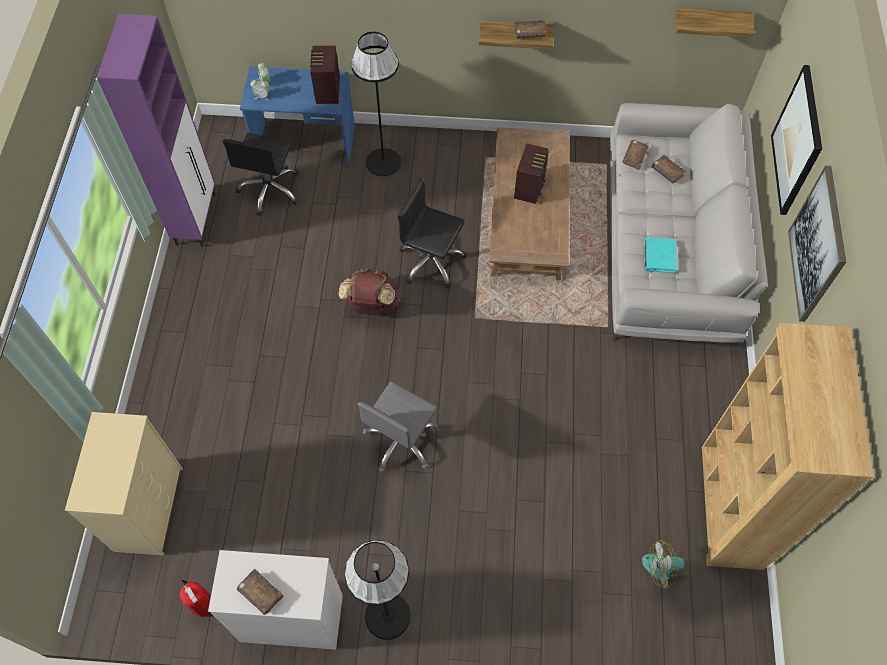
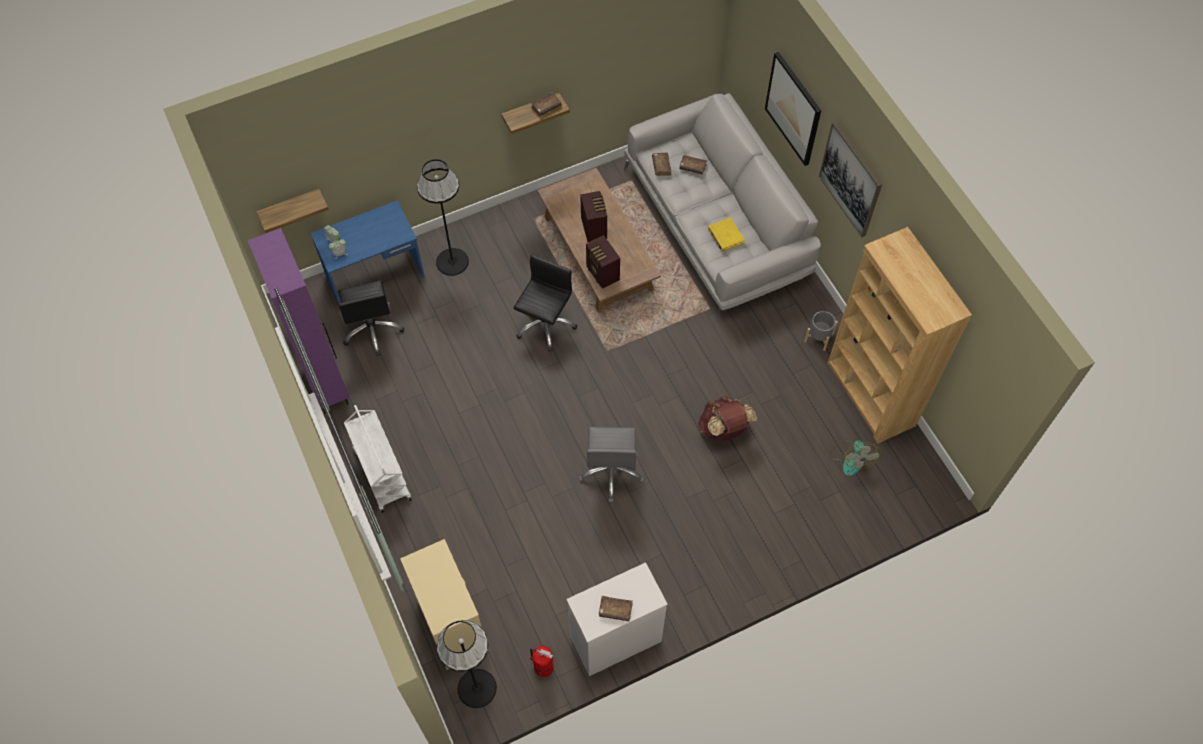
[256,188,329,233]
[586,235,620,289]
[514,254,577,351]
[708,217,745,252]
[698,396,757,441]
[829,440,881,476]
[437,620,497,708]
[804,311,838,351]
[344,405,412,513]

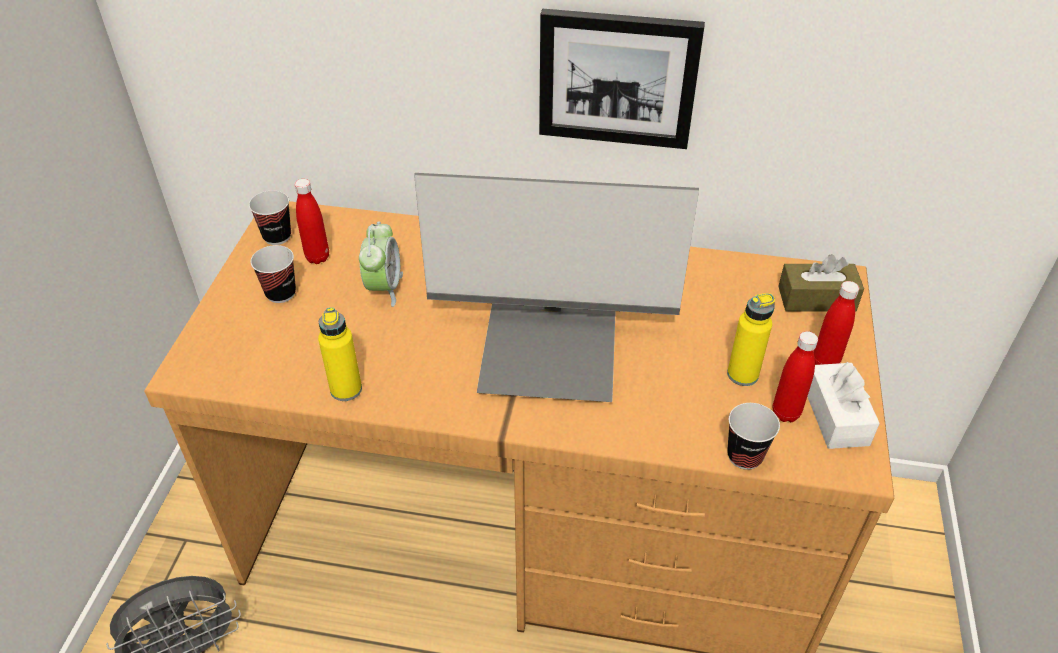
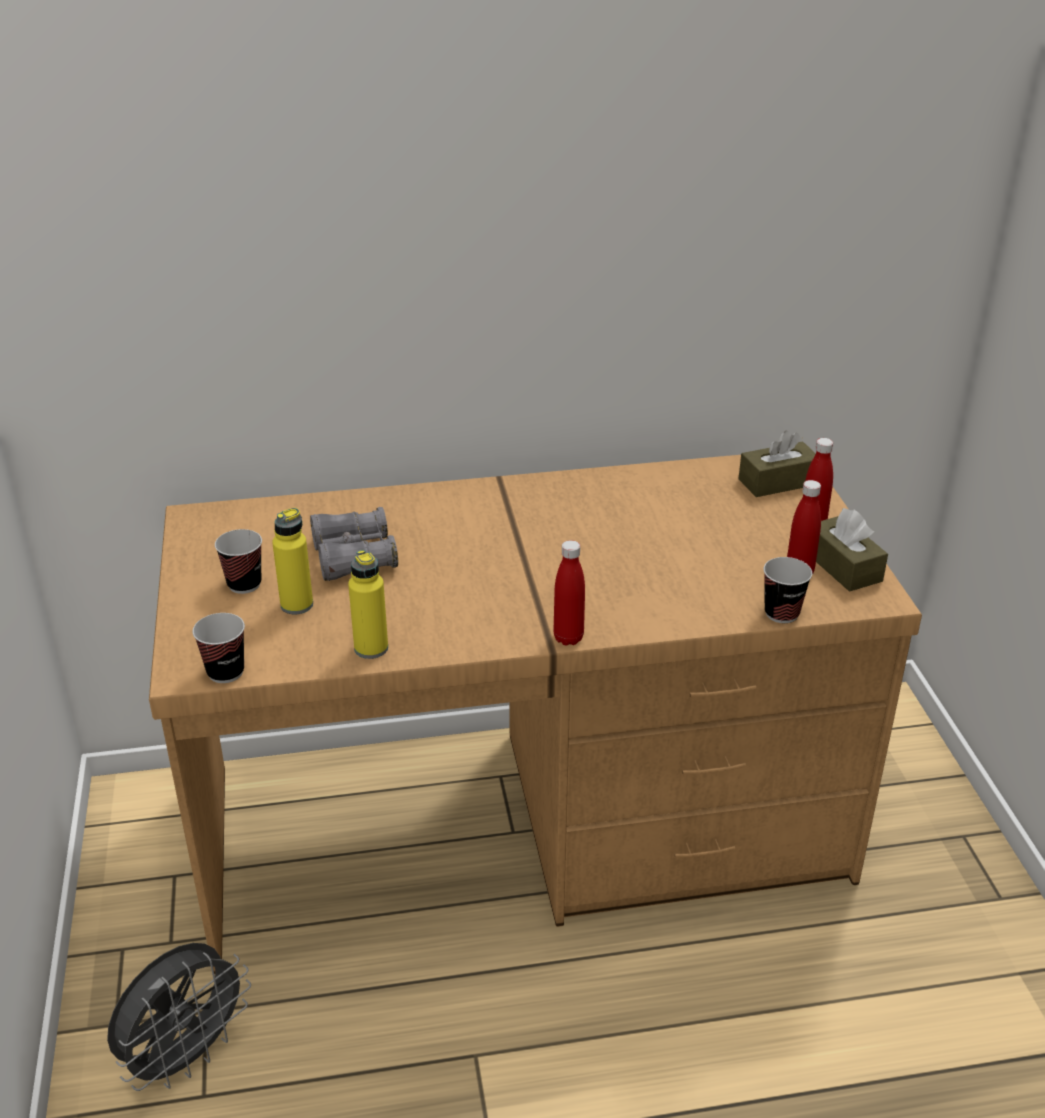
[539,9,705,149] (first image)
[414,173,699,402] (first image)
[554,540,585,645]
[193,613,245,683]
[310,507,398,581]
[272,508,313,614]
[816,508,888,592]

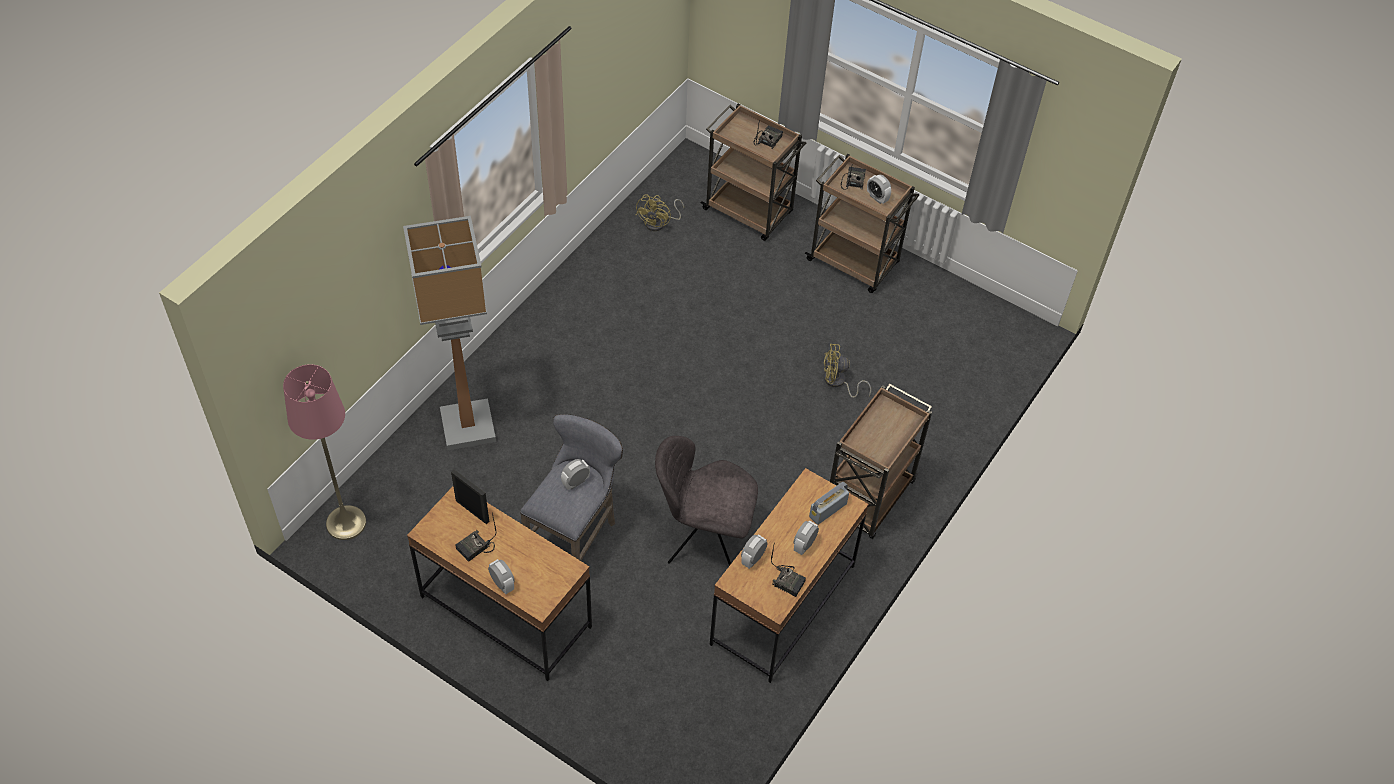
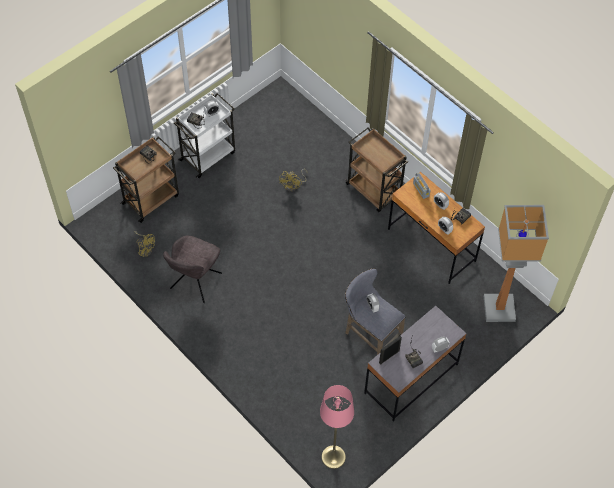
[174,93,235,178]
[484,205,549,322]
[163,235,222,303]
[364,306,467,422]

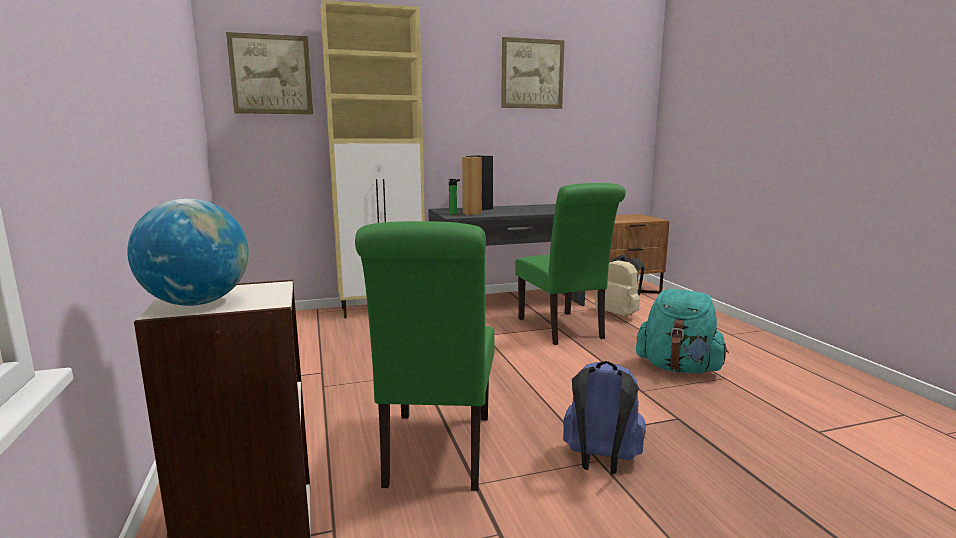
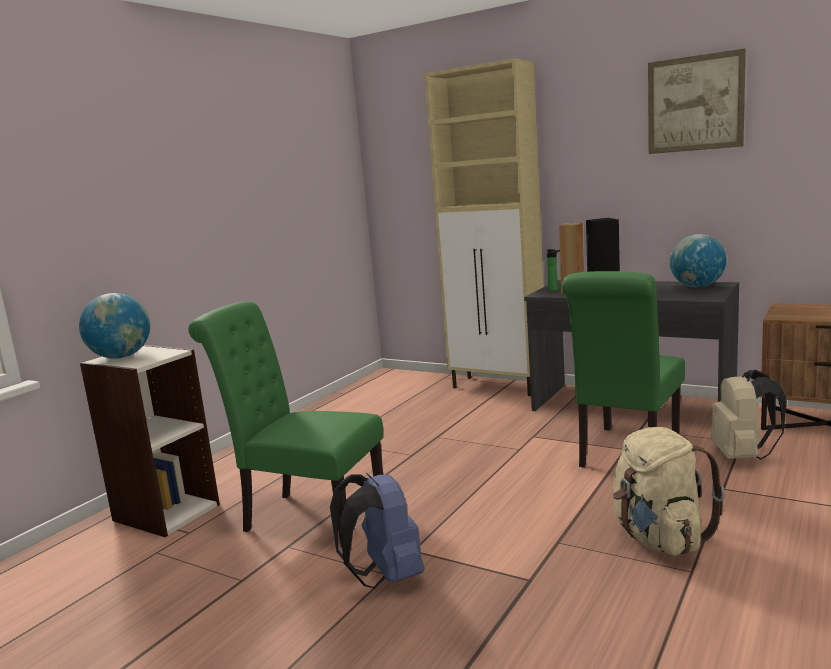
[226,32,313,114] (first image)
[188,301,383,548]
[613,427,725,556]
[670,234,727,287]

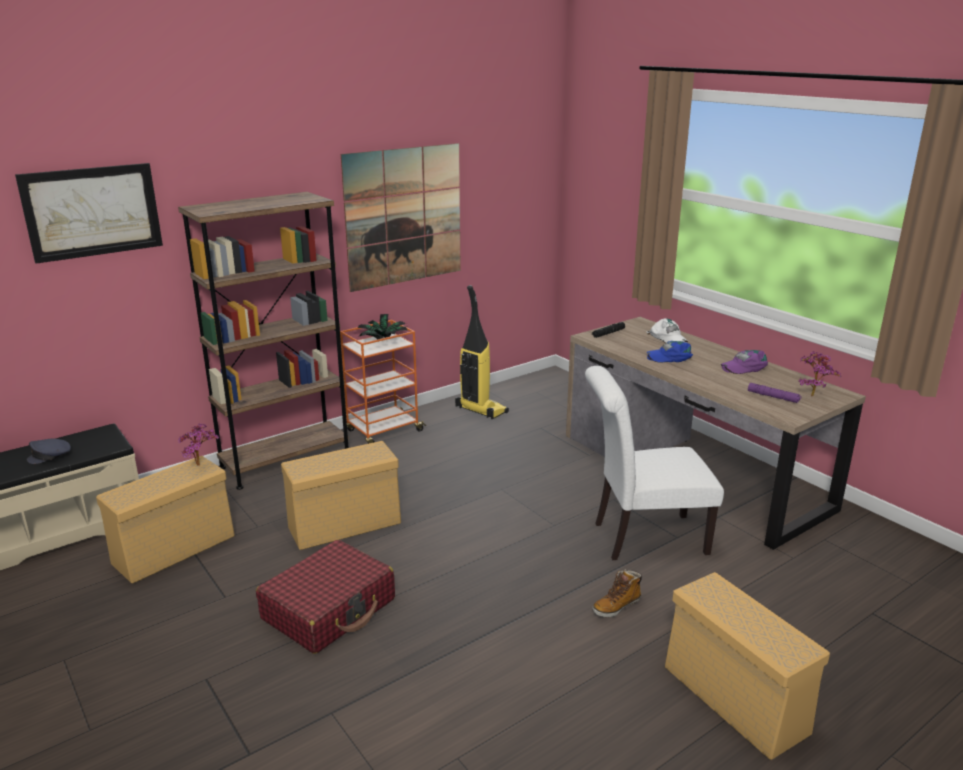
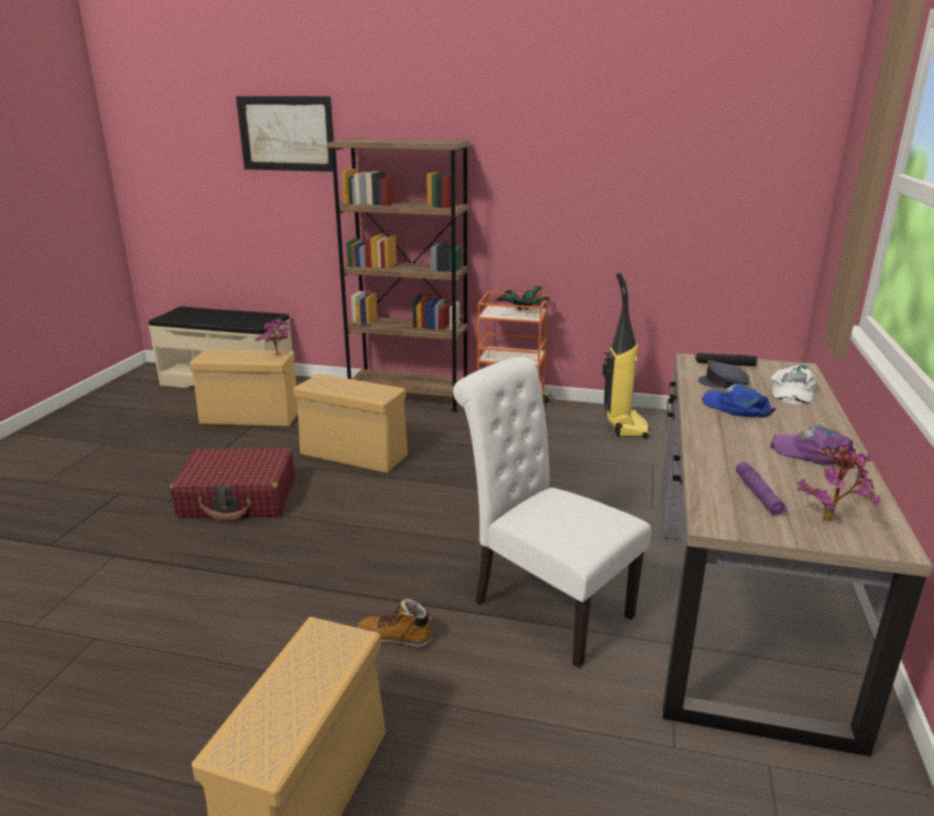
[341,143,461,292] (first image)
[698,360,750,388]

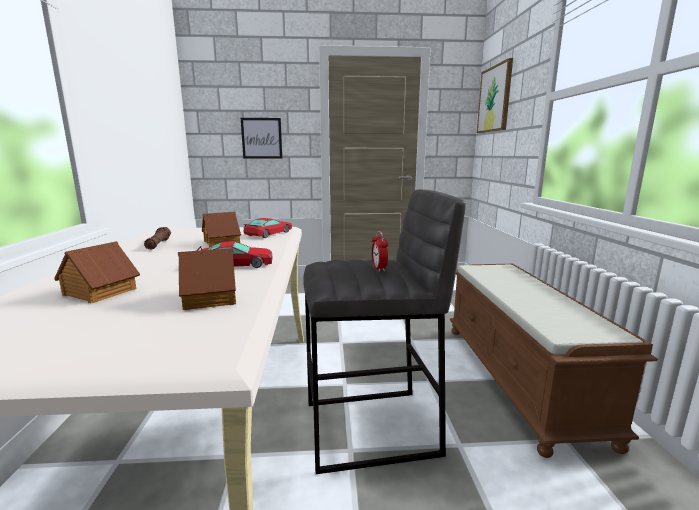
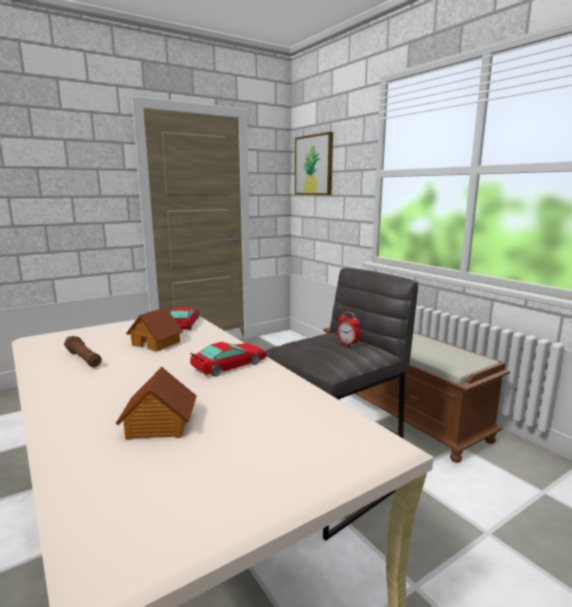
[241,118,282,159] (first image)
[178,248,236,310] (first image)

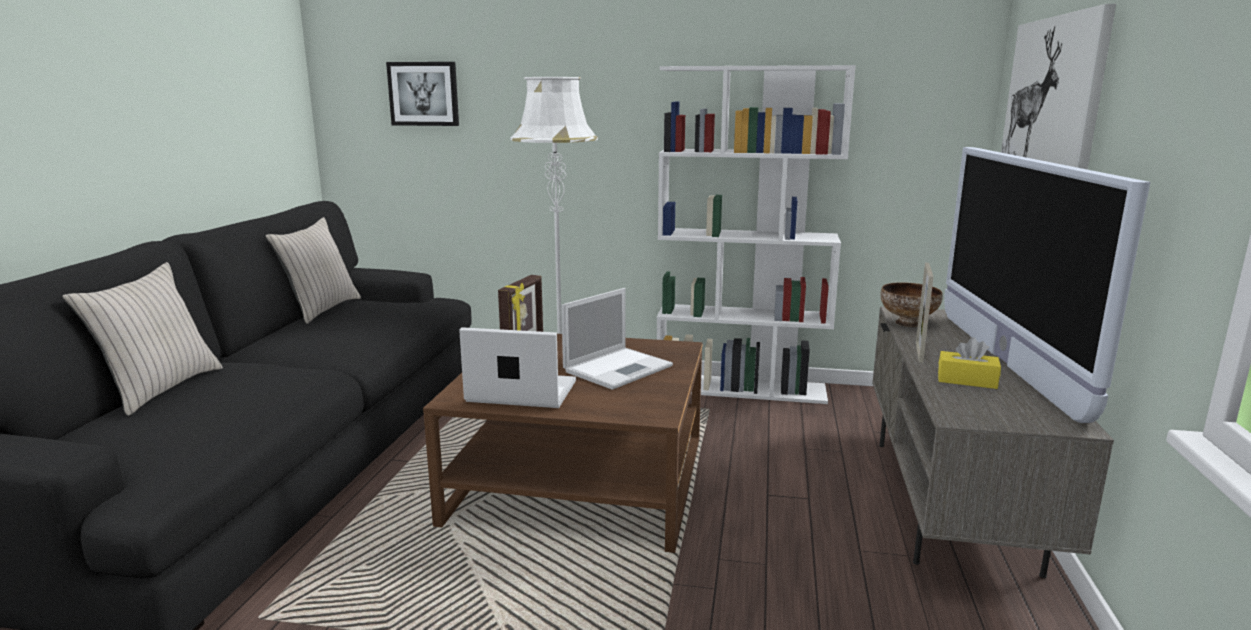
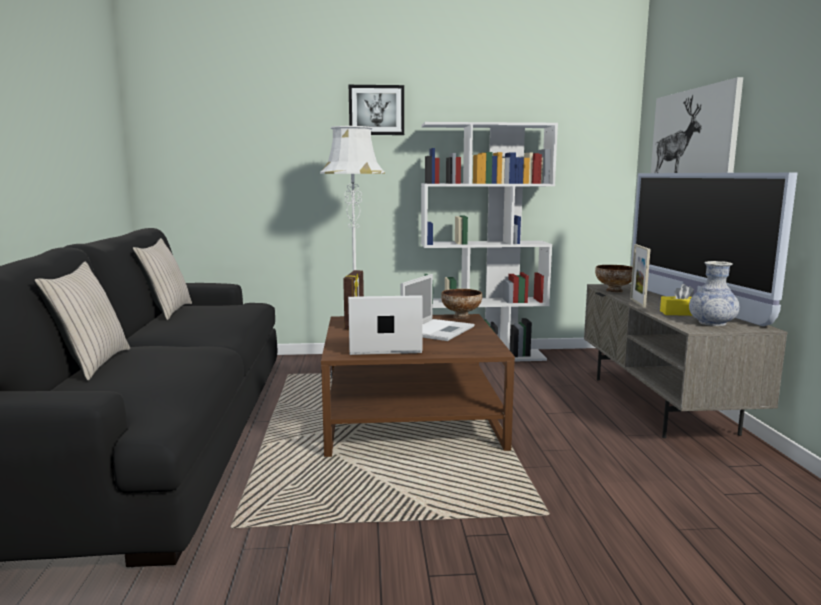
[349,85,404,135]
[689,261,740,326]
[441,289,482,319]

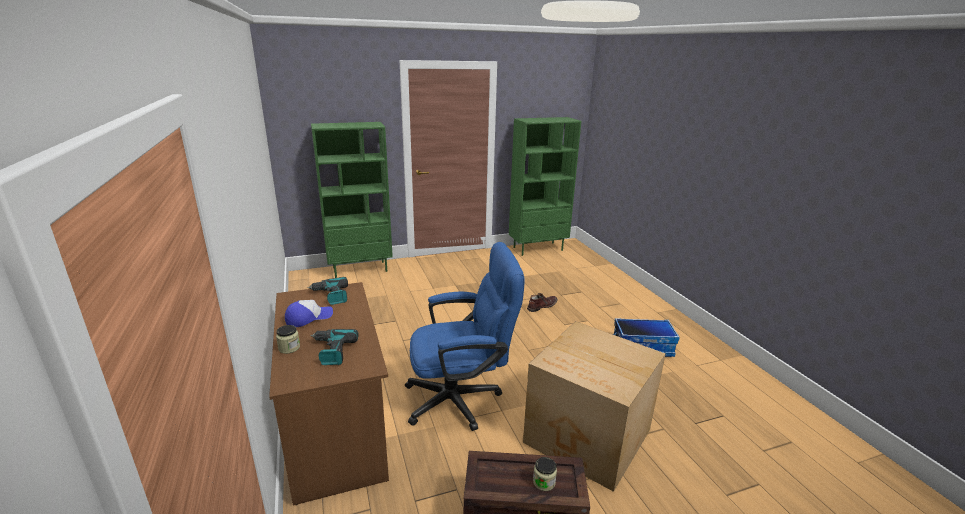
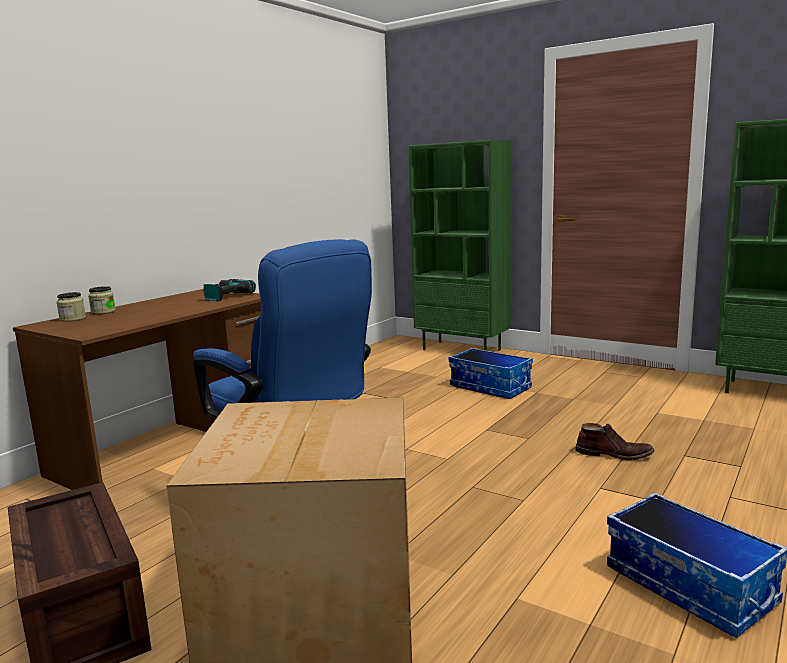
[285,300,333,327] (first image)
[310,329,359,365] (first image)
[57,292,86,322]
[449,348,533,399]

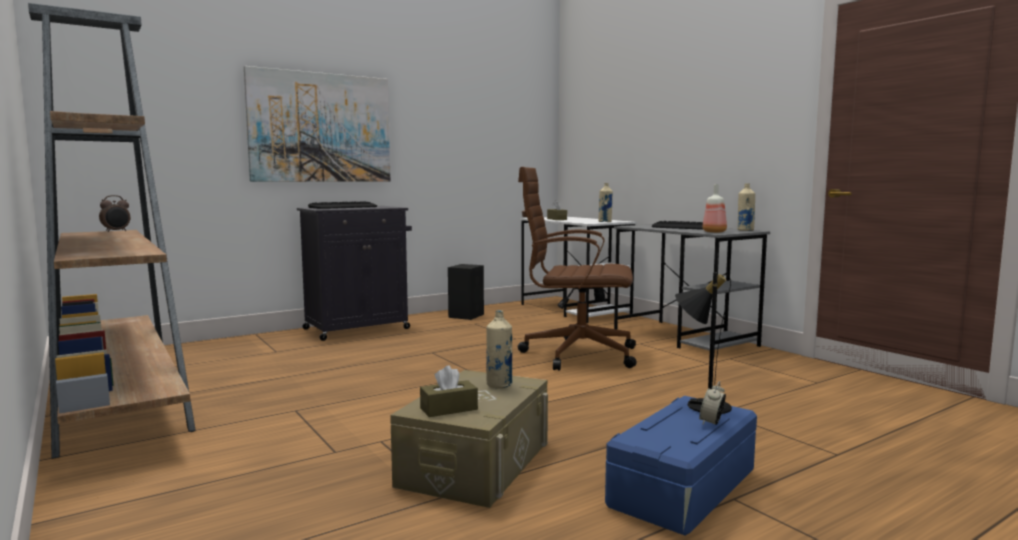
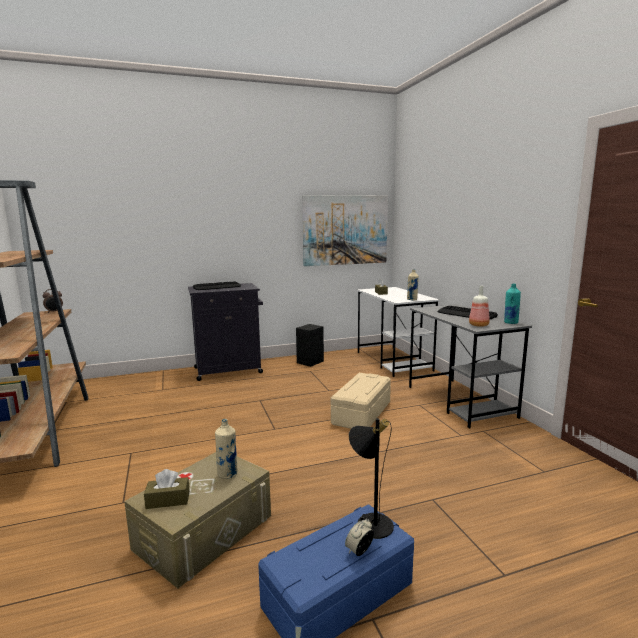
[302,195,388,266]
[331,373,391,429]
[504,284,521,324]

